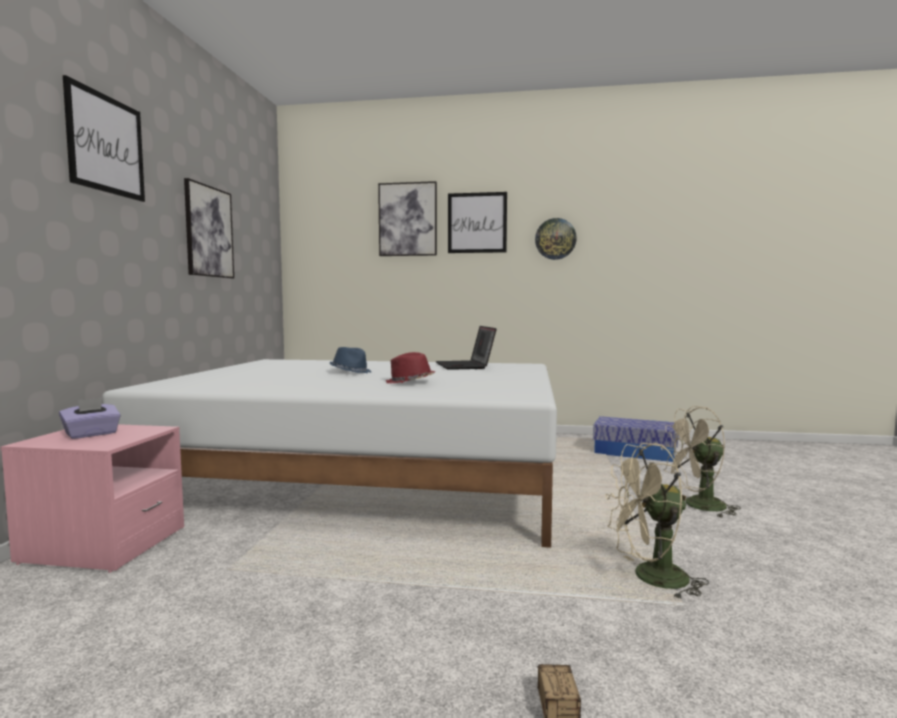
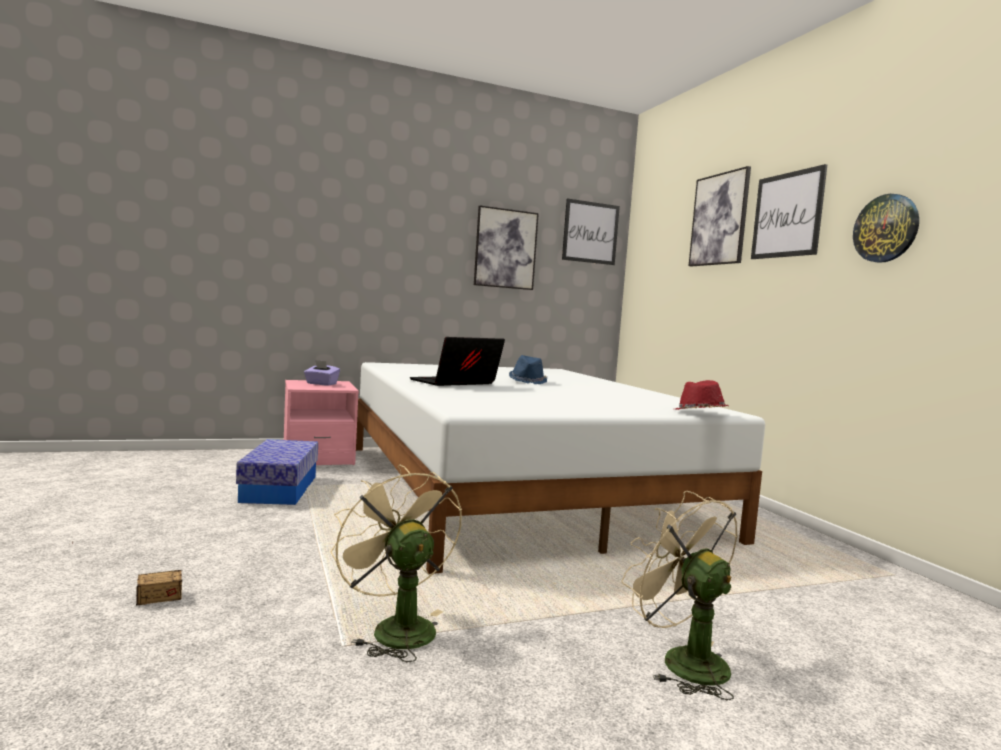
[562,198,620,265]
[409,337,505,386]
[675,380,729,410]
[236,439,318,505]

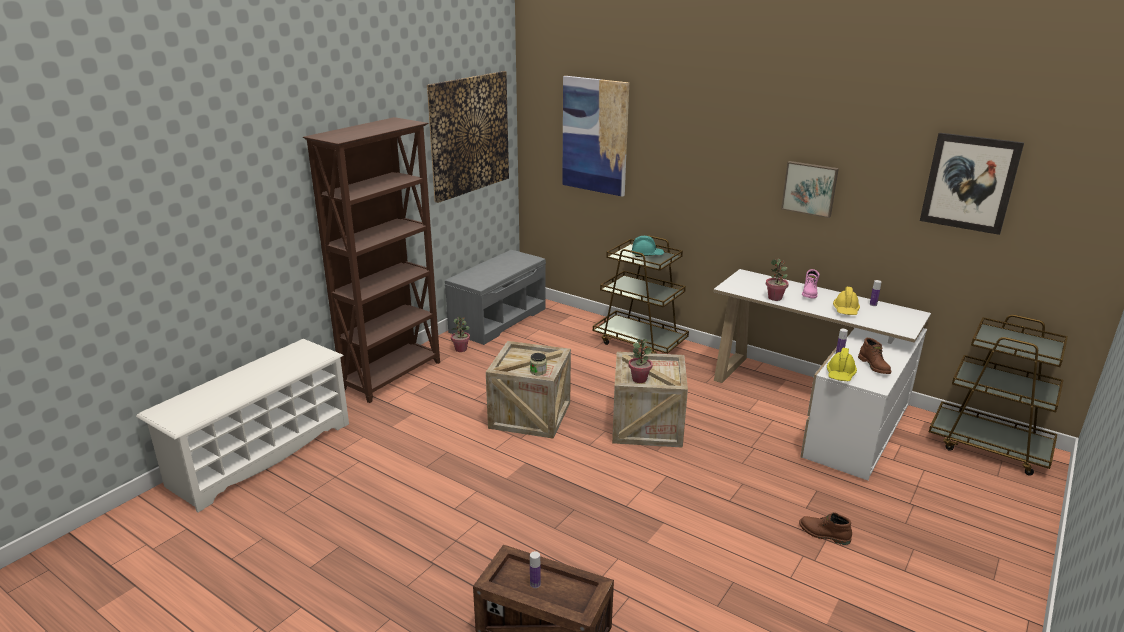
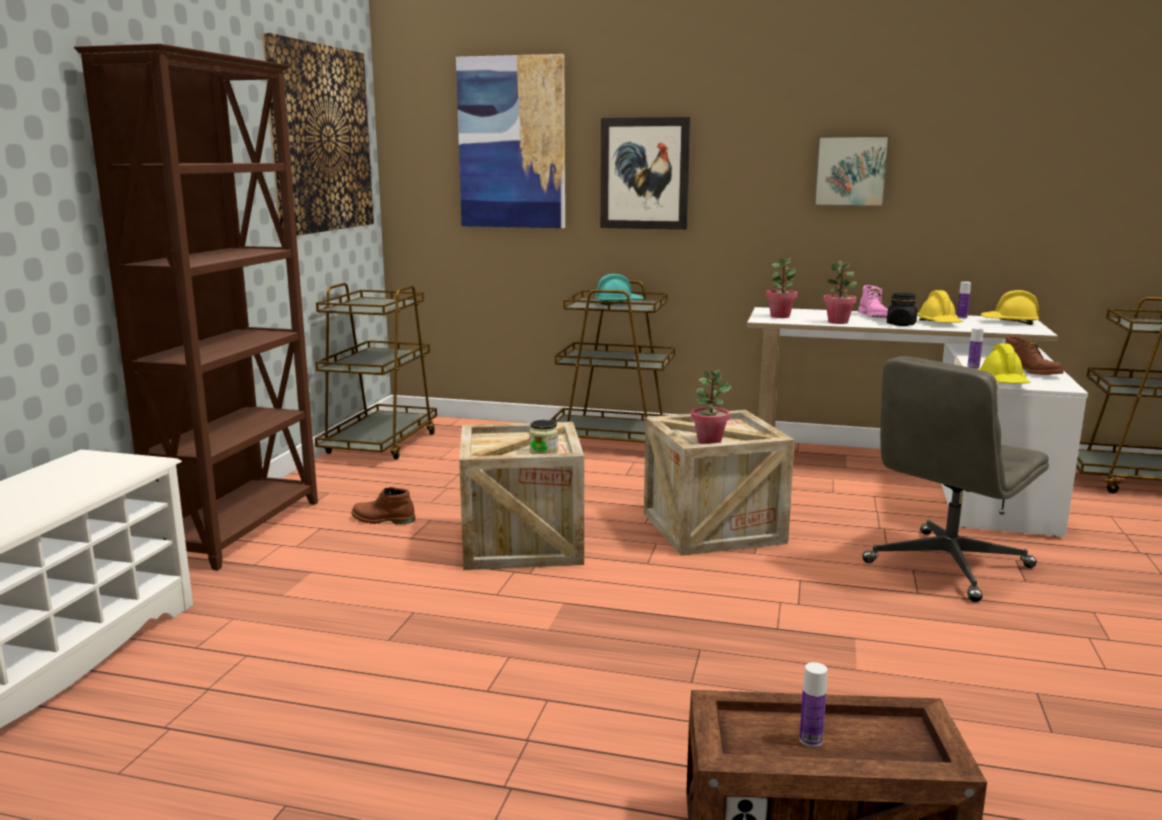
[600,117,691,230]
[315,283,437,460]
[766,258,798,318]
[351,487,415,525]
[981,290,1039,325]
[887,292,917,326]
[862,356,1049,602]

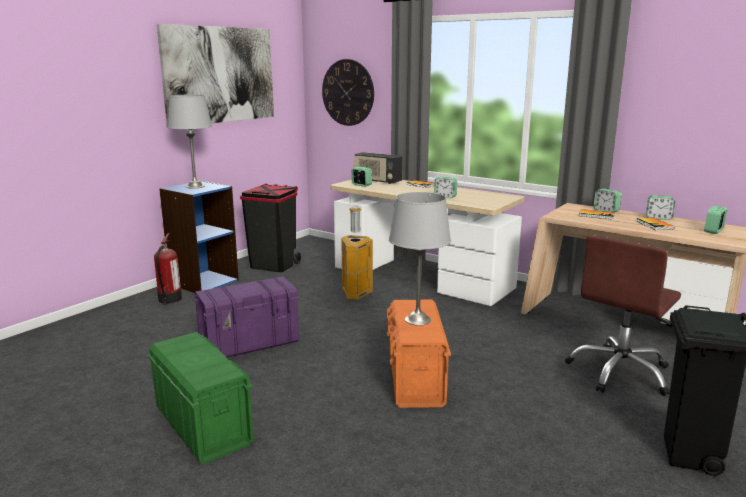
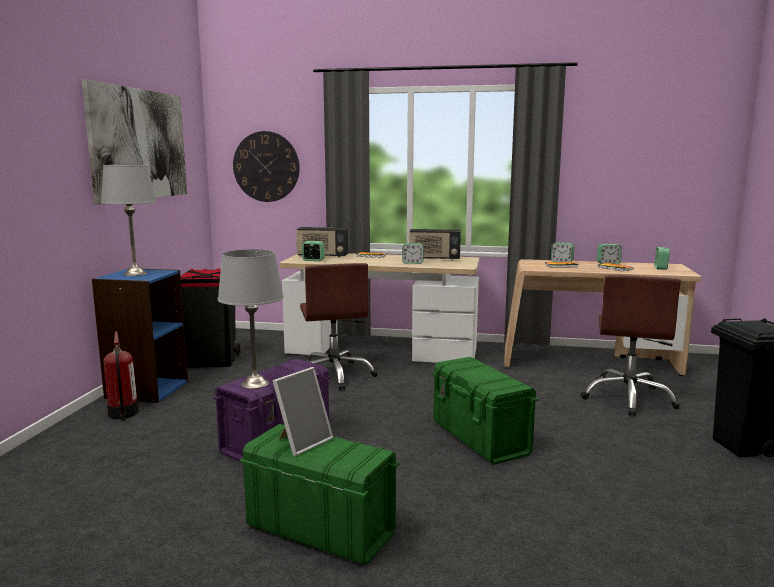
[218,249,284,389]
[300,263,378,390]
[432,357,538,465]
[409,229,461,260]
[273,367,333,456]

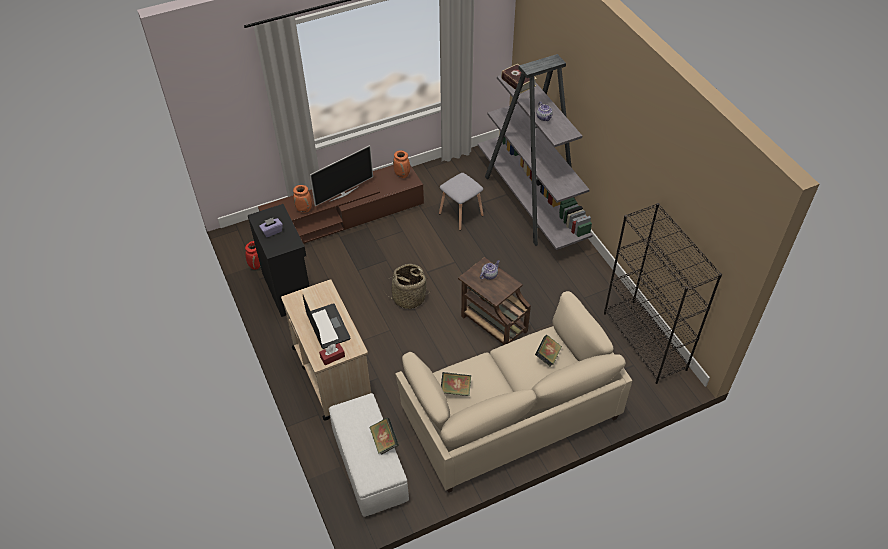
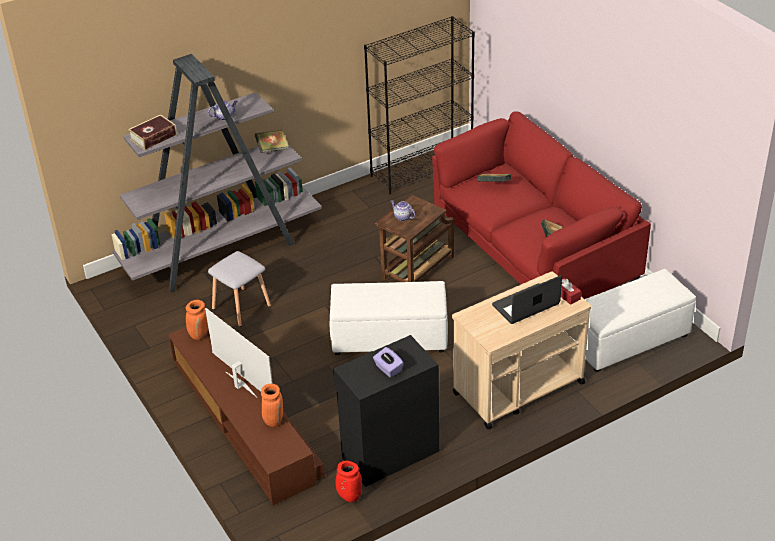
[330,281,448,355]
[432,111,651,299]
[255,130,289,153]

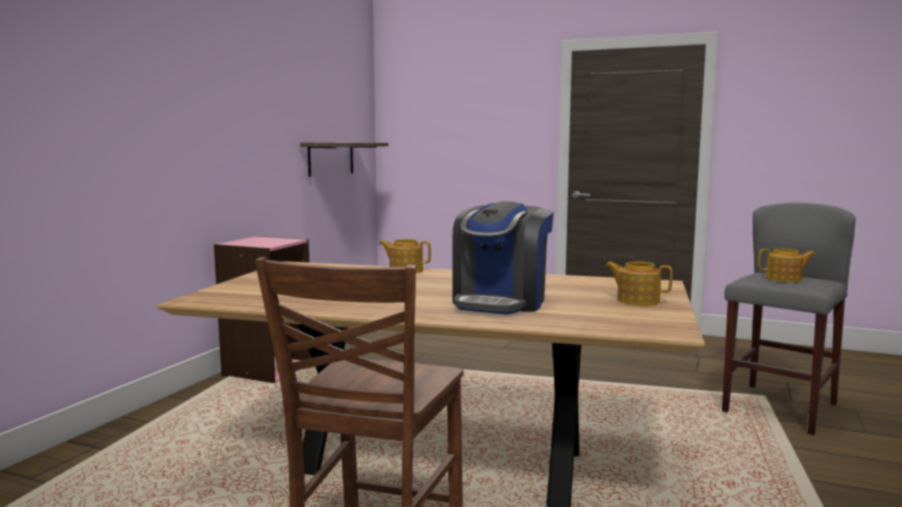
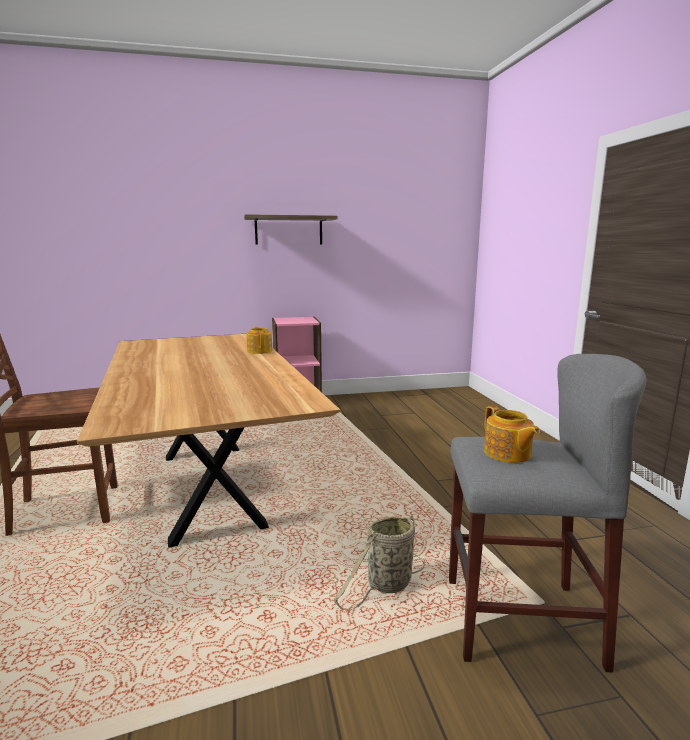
[244,214,338,245]
[452,201,554,314] (first image)
[605,261,673,306] (first image)
[334,515,425,611]

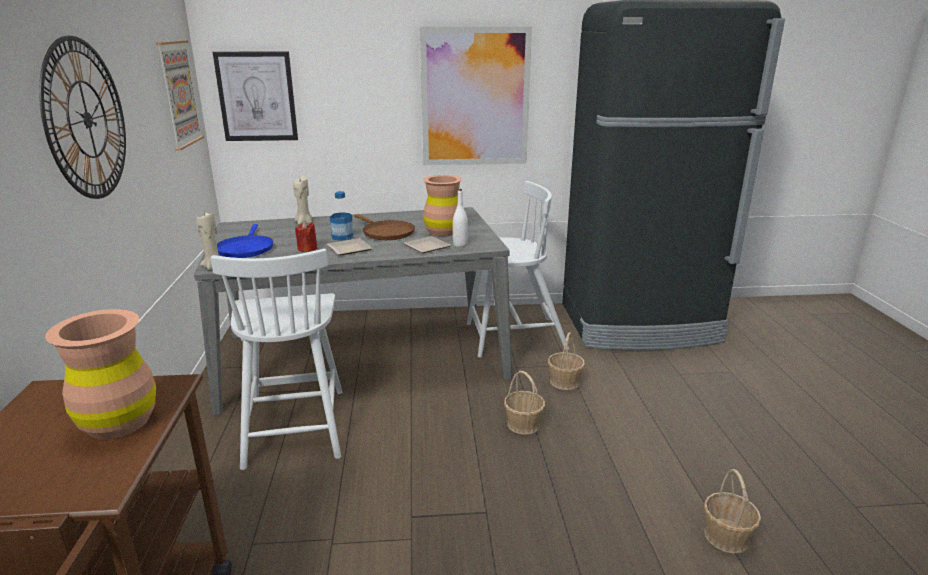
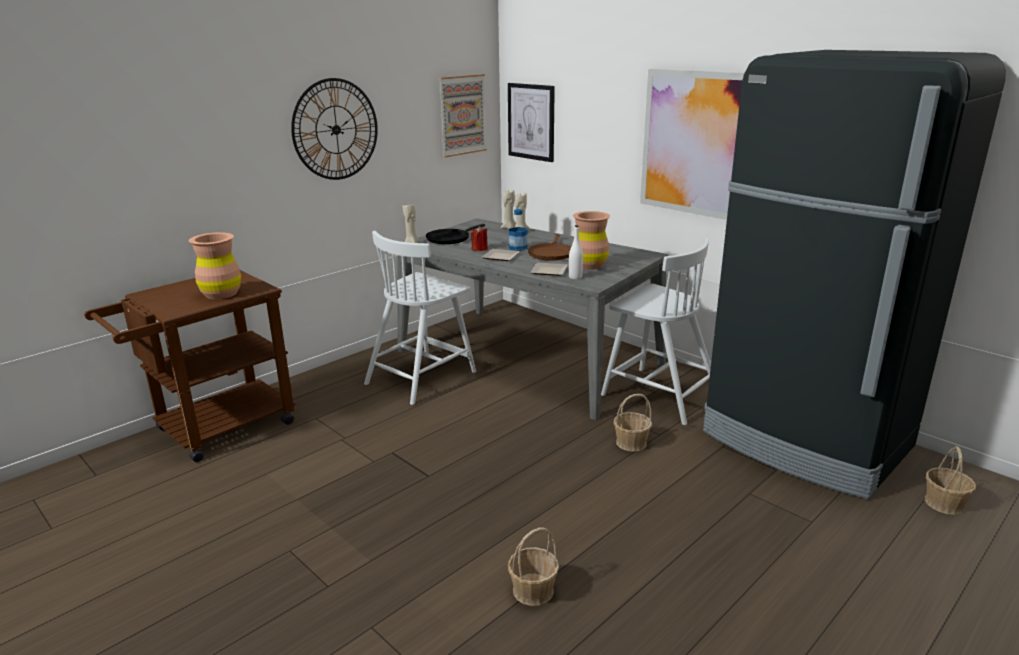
[426,224,485,244]
[925,446,976,515]
[500,189,516,229]

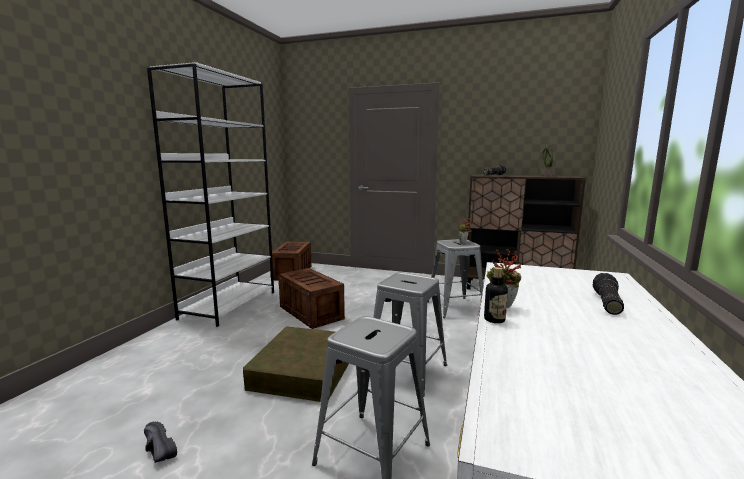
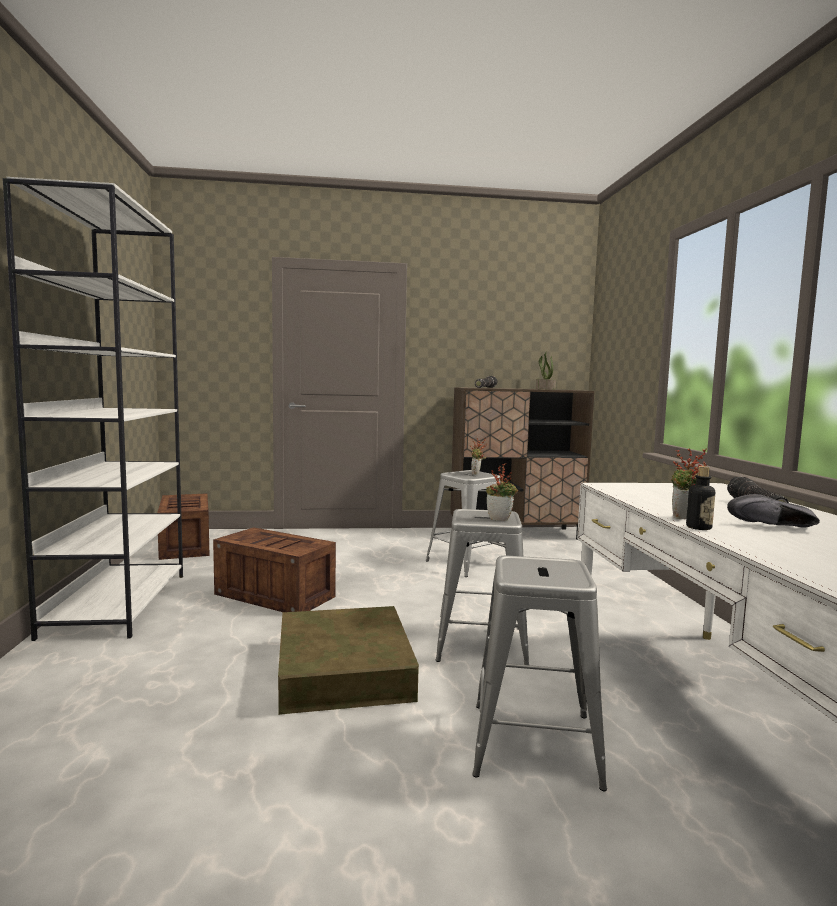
[727,494,820,528]
[486,463,518,521]

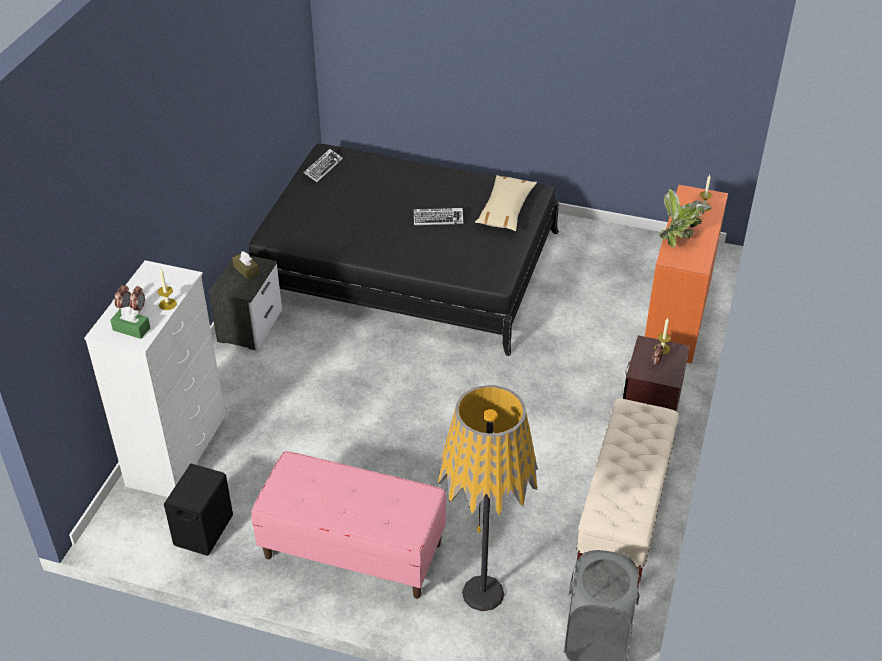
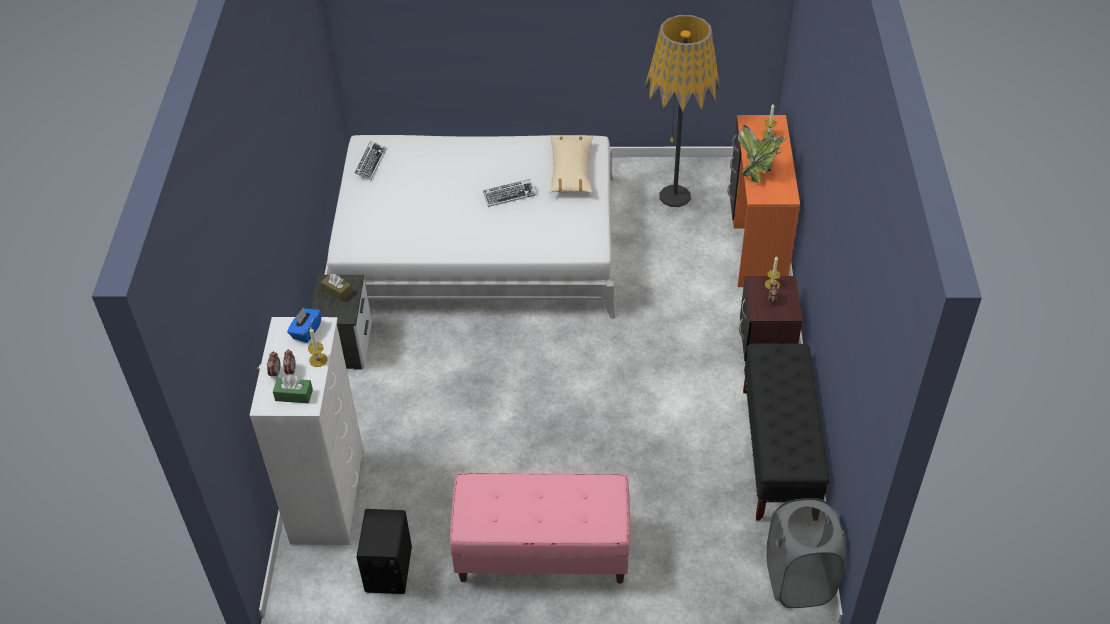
[327,135,615,318]
[645,15,720,207]
[743,343,830,520]
[287,308,321,343]

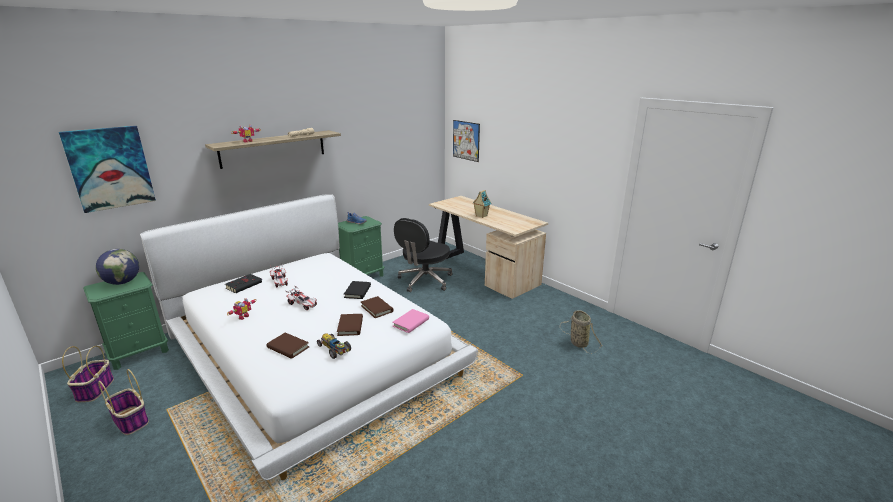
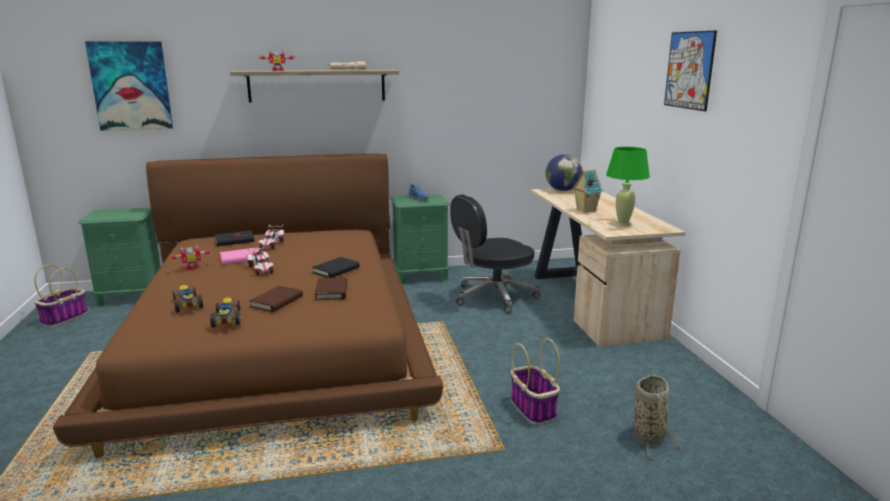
[664,30,717,111]
[53,154,443,458]
[546,154,583,191]
[220,248,259,265]
[172,285,203,313]
[511,338,560,425]
[606,147,650,225]

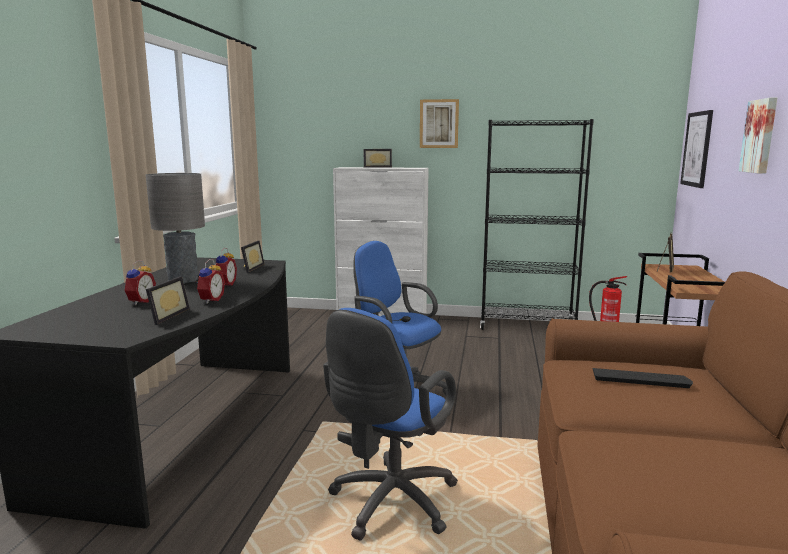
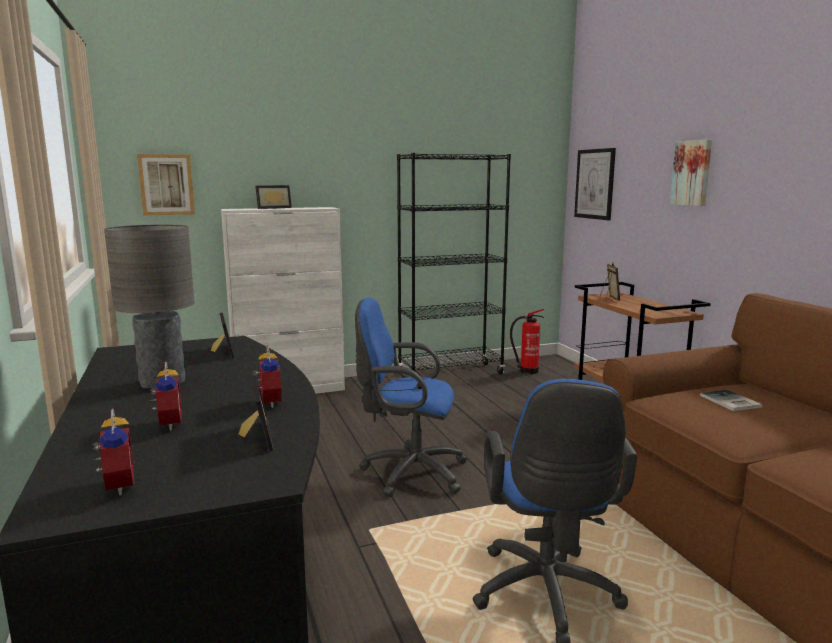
[137,154,195,215]
[91,409,134,496]
[700,390,763,411]

